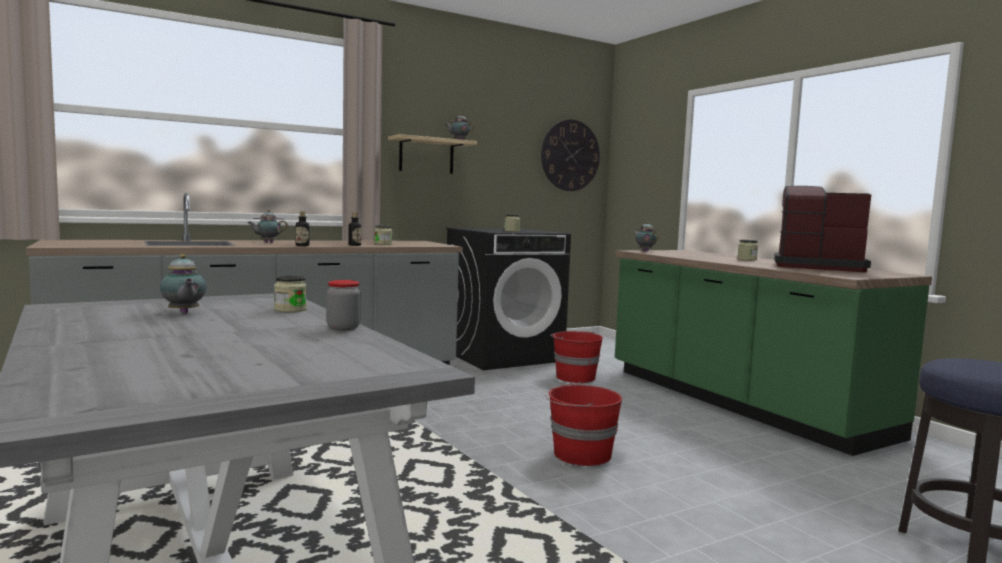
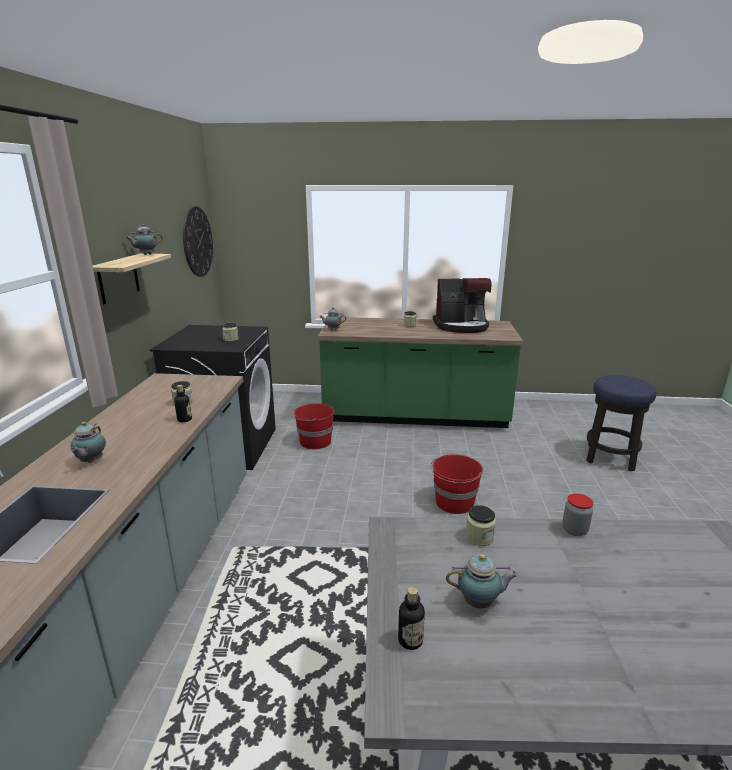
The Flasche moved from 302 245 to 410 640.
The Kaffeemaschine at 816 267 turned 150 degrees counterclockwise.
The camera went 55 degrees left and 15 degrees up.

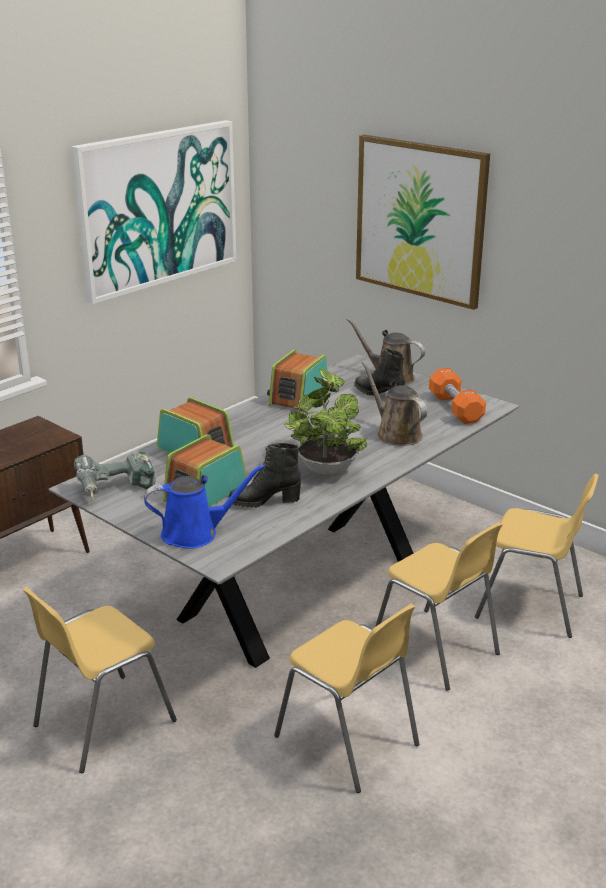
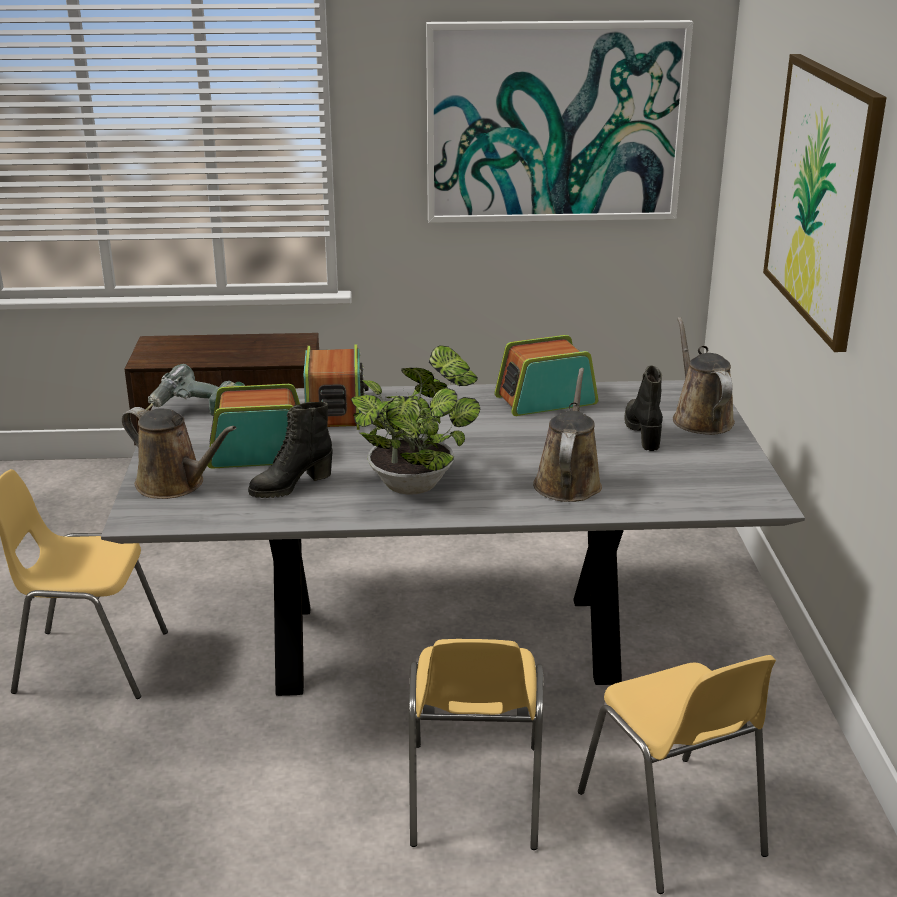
The Gießkanne [blau] at 195 533 became the Gießkanne [braun] at 175 484.
The Stiefel [schwarz] at 264 501 turned 75 degrees counterclockwise.
The Stuhl [gelb] at 348 741 disappeared.
The Hantel [orange] at 455 408 disappeared.
The camera went 45 degrees right and 0 degrees up.

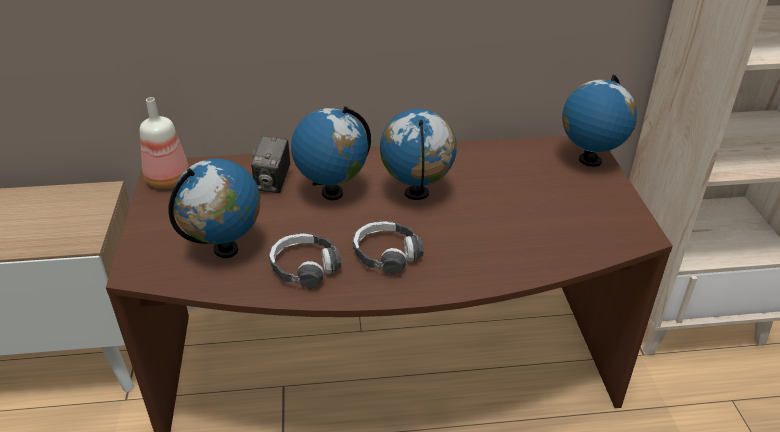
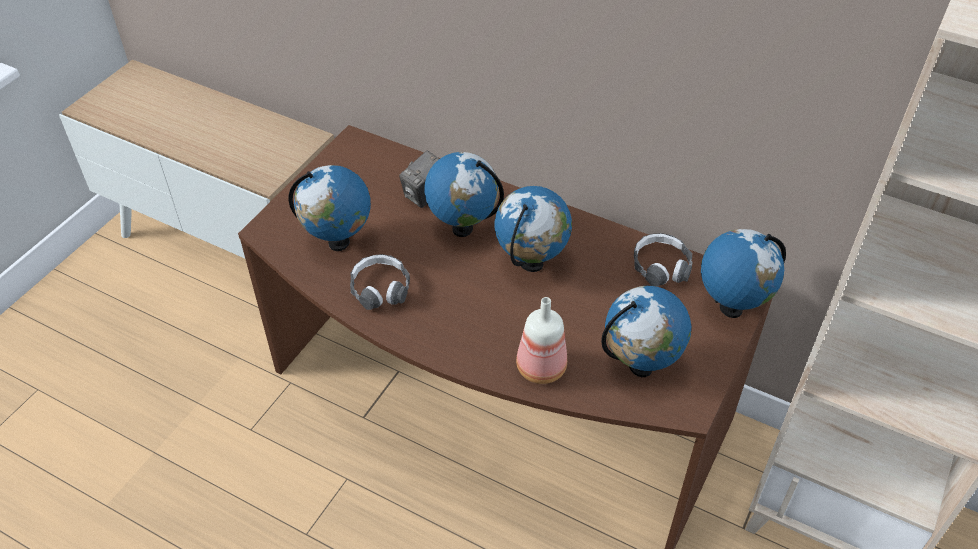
The Flasche moved from 166 180 to 539 368.
The Kopfhörer moved from 386 254 to 661 266.
The Globus at 640 367 appeared.
The camera went 35 degrees right and 10 degrees up.

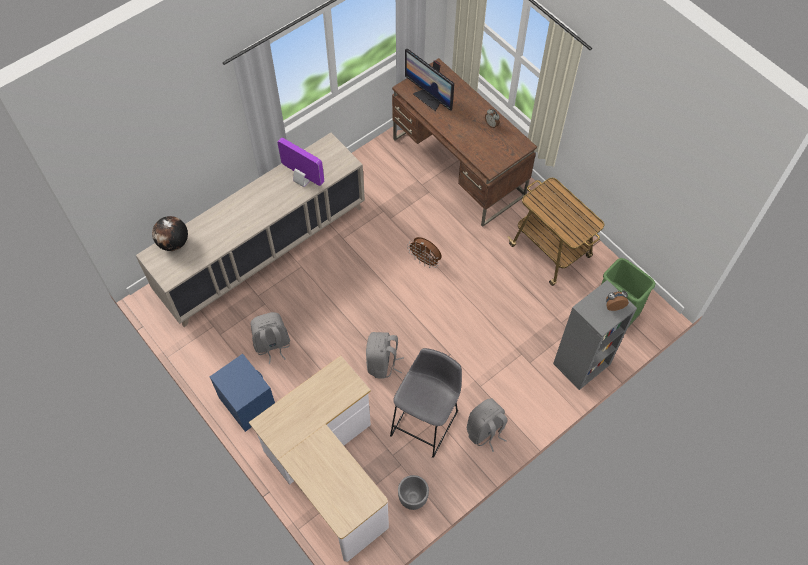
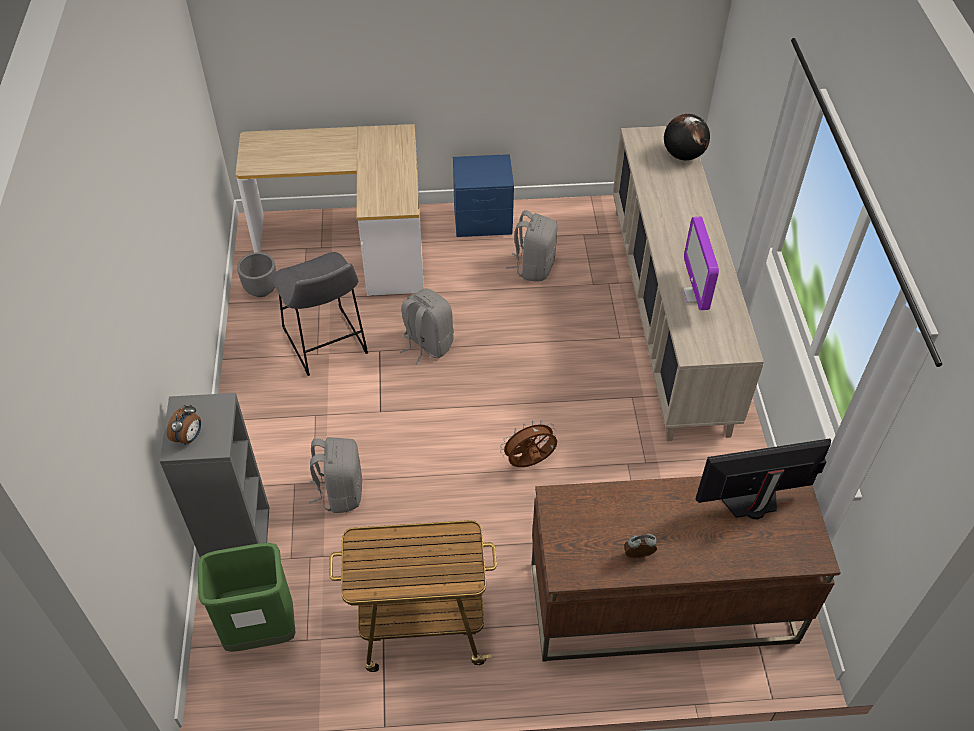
The Monitor at 302 180 turned 105 degrees clockwise.
The Rucksack [grau] moved from 485 431 to 340 492.
The camera went 125 degrees right and 10 degrees down.

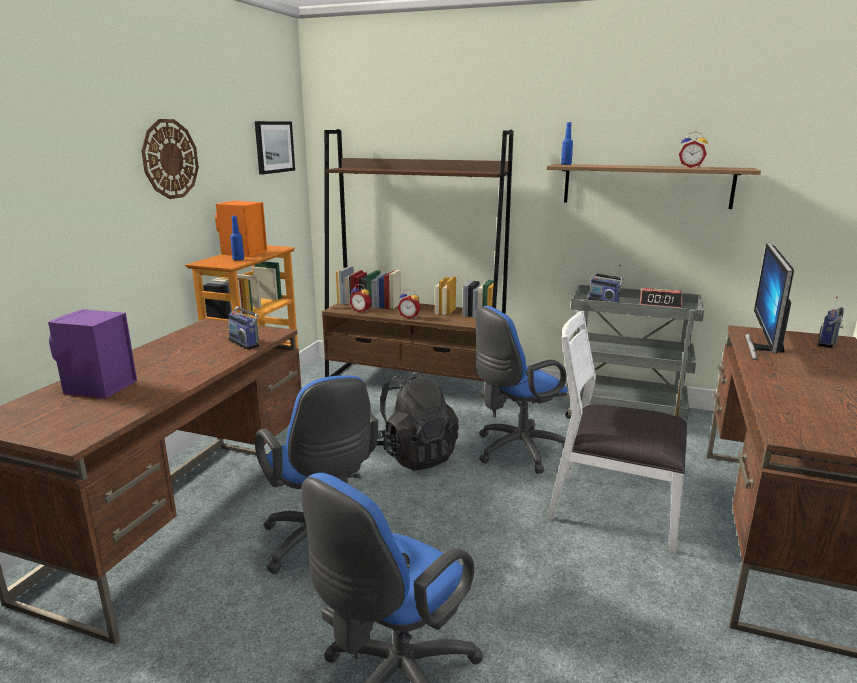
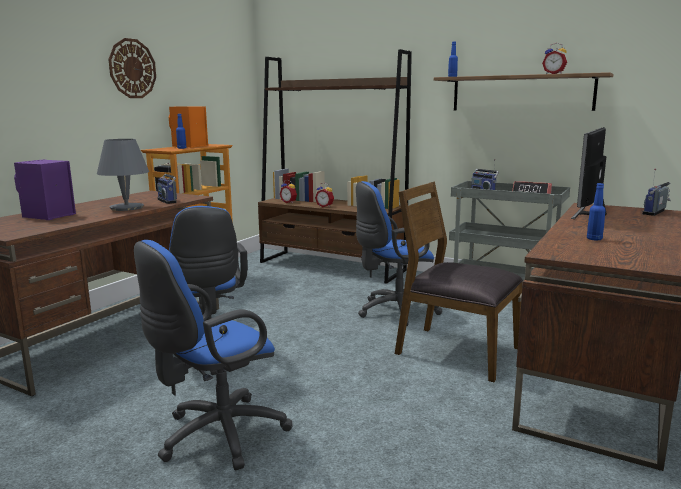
The Bild at 274 147 disappeared.
The Rucksack [schwarz] at 415 455 disappeared.
The Stuhl [weiß] at 613 508 became the Stuhl [braun] at 456 351.
The Tischlampe [grau] at 127 207 appeared.
The Flasche [blau] at 594 239 appeared.
The camera went 10 degrees right and 5 degrees down.

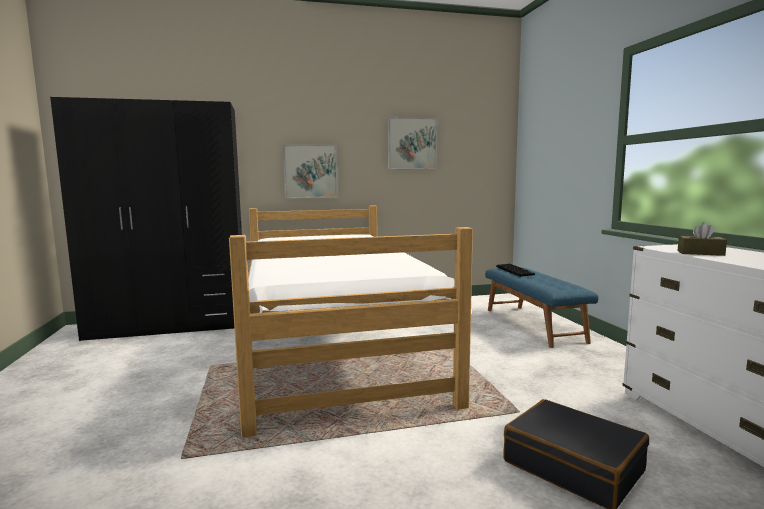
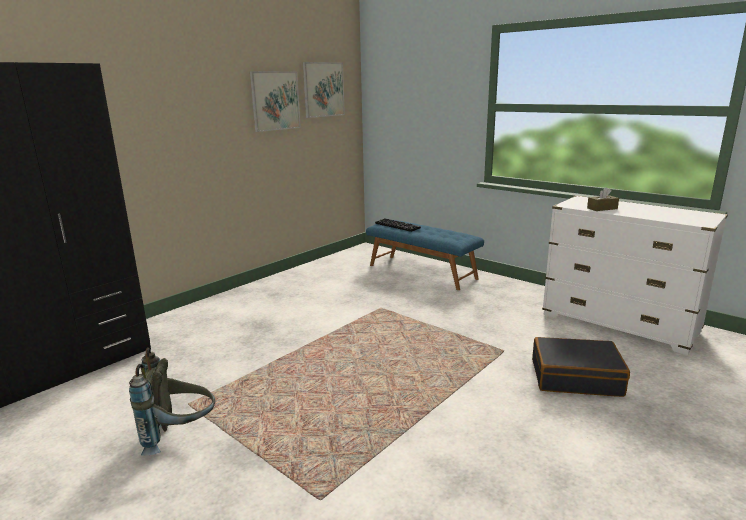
The Bett at 333 347 disappeared.
The Bild moved from 310 171 to 323 89.
The Rucksack [grau] at 180 436 appeared.
The camera went 35 degrees left and 10 degrees up.

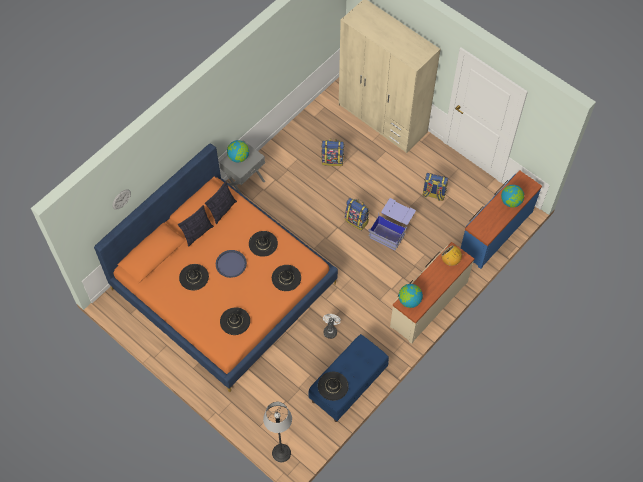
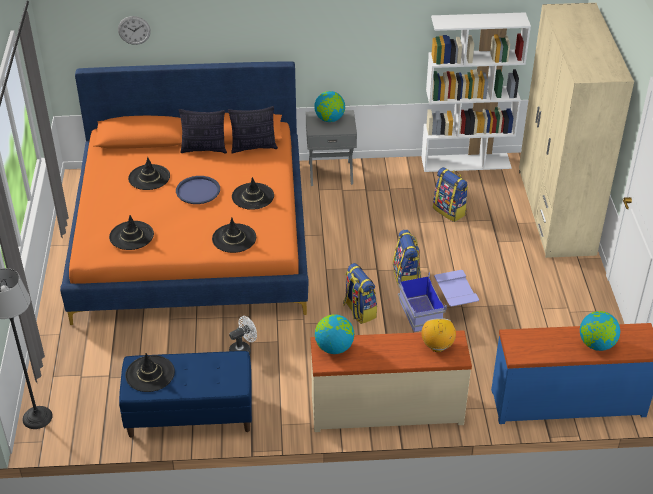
The Rucksack moved from 433 194 to 359 311.
The Bücherregal [weiß] at 466 162 appeared.
The camera went 45 degrees right and 20 degrees down.

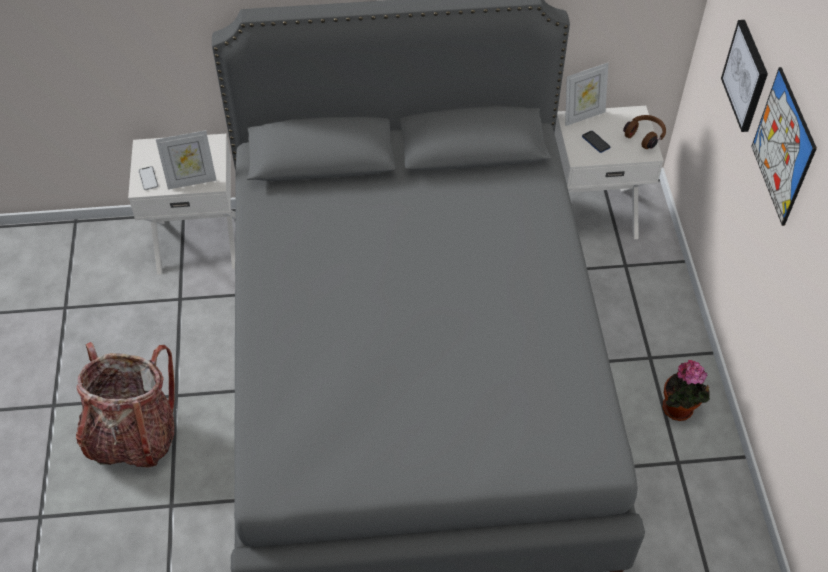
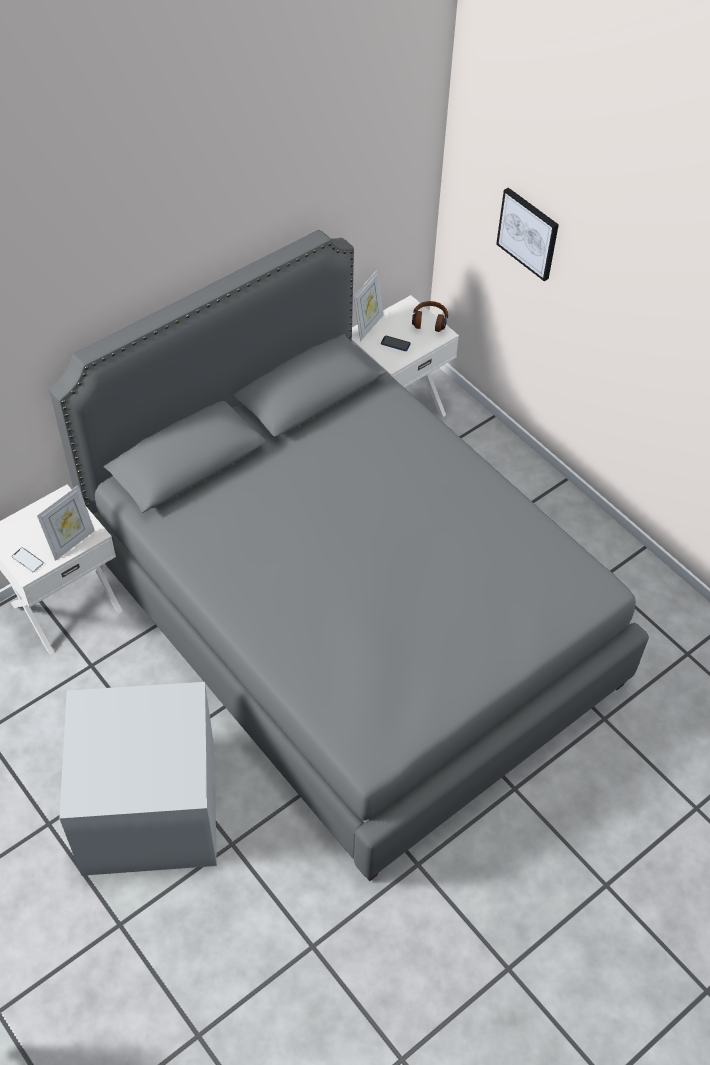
The Rucksack at 133 435 was replaced by the Aufbewahrungsbox [grau] at 147 806.
The Topfpflanze at 679 410 disappeared.
The Bild at 783 147 disappeared.
The camera went 35 degrees left and 0 degrees up.

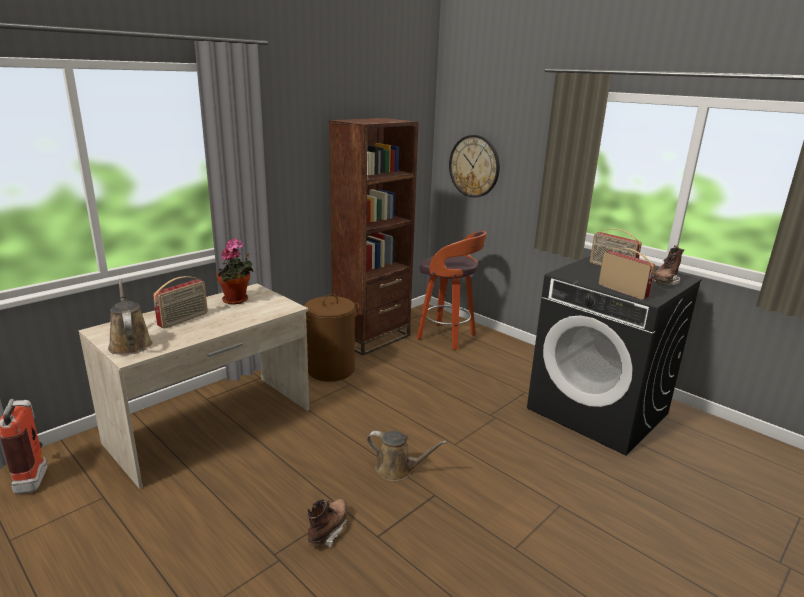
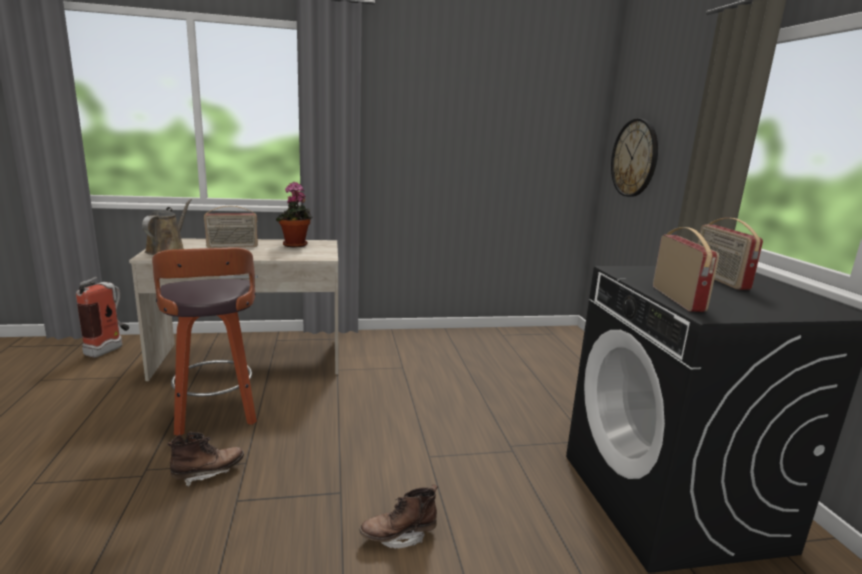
The Wäschekorb [braun] at 330 370 disappeared.
The Bücherregal [braun] at 372 338 disappeared.
The Gießkanne [braun] at 397 470 disappeared.
The Hocker moved from 448 337 to 216 414.
The Stiefel [braun] moved from 664 282 to 399 536.
The camera went 35 degrees right and 5 degrees down.

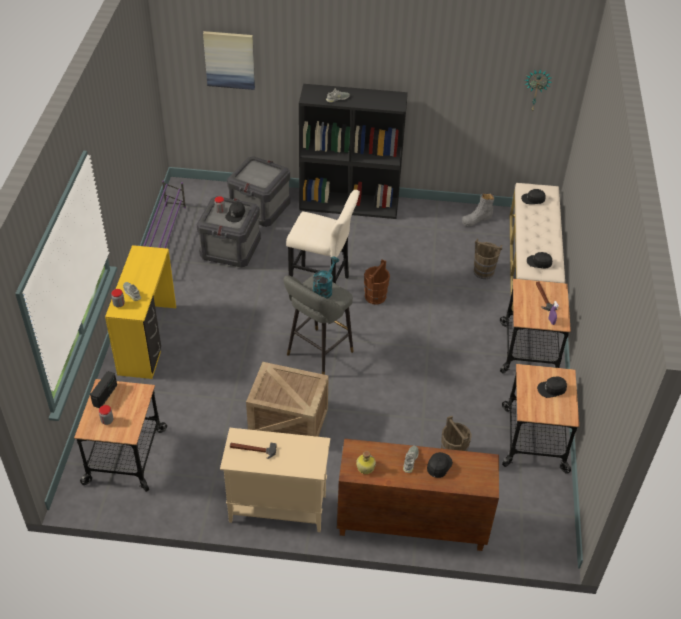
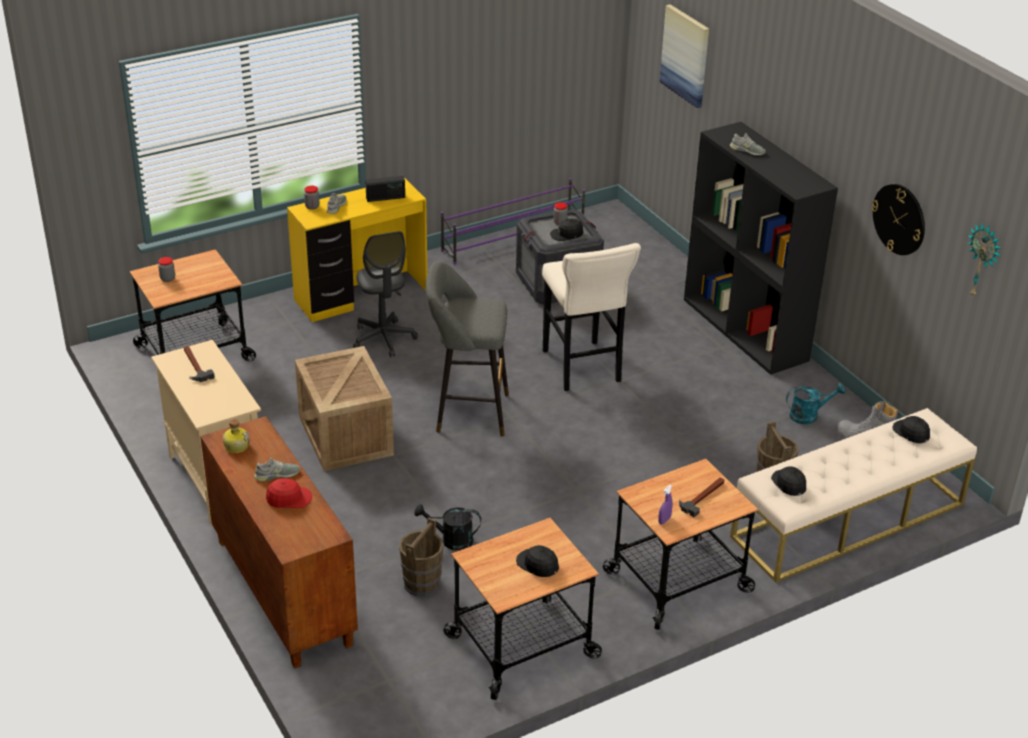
The Radio moved from 105 395 to 385 198.
The Kiste at 260 208 disappeared.
The Gießkanne [türkis] moved from 324 289 to 808 415.
The Eimer [braun] at 375 296 disappeared.
The Kappe [schwarz] at 438 465 became the Kappe [rot] at 289 498.
The Bürostuhl [grau] at 383 339 appeared.
The Gießkanne [schwarz] at 451 540 appeared.
The Wanduhr at 899 219 appeared.
The camera went 55 degrees right and 10 degrees down.

